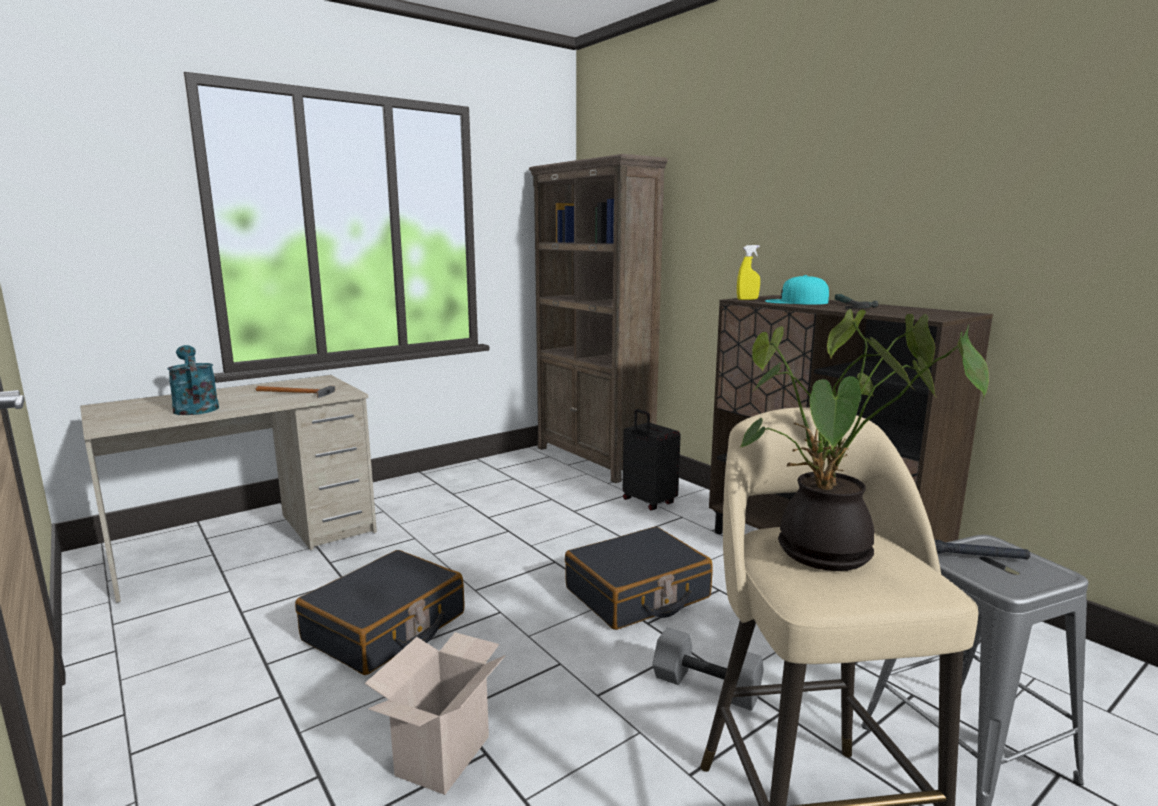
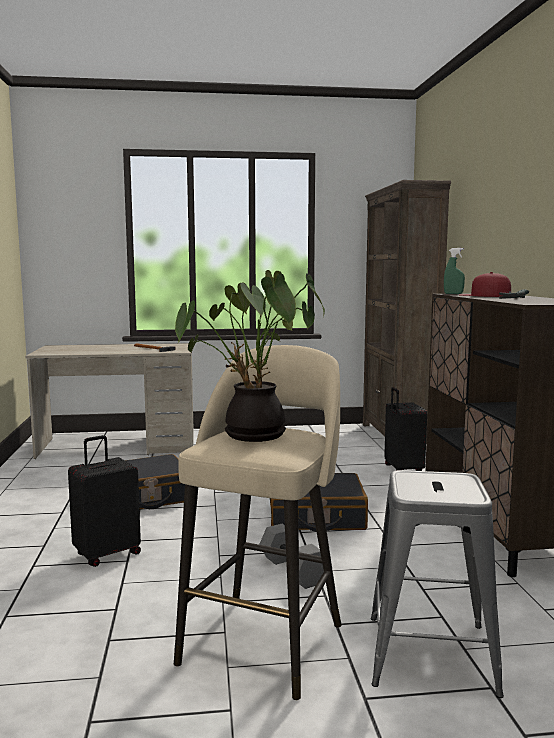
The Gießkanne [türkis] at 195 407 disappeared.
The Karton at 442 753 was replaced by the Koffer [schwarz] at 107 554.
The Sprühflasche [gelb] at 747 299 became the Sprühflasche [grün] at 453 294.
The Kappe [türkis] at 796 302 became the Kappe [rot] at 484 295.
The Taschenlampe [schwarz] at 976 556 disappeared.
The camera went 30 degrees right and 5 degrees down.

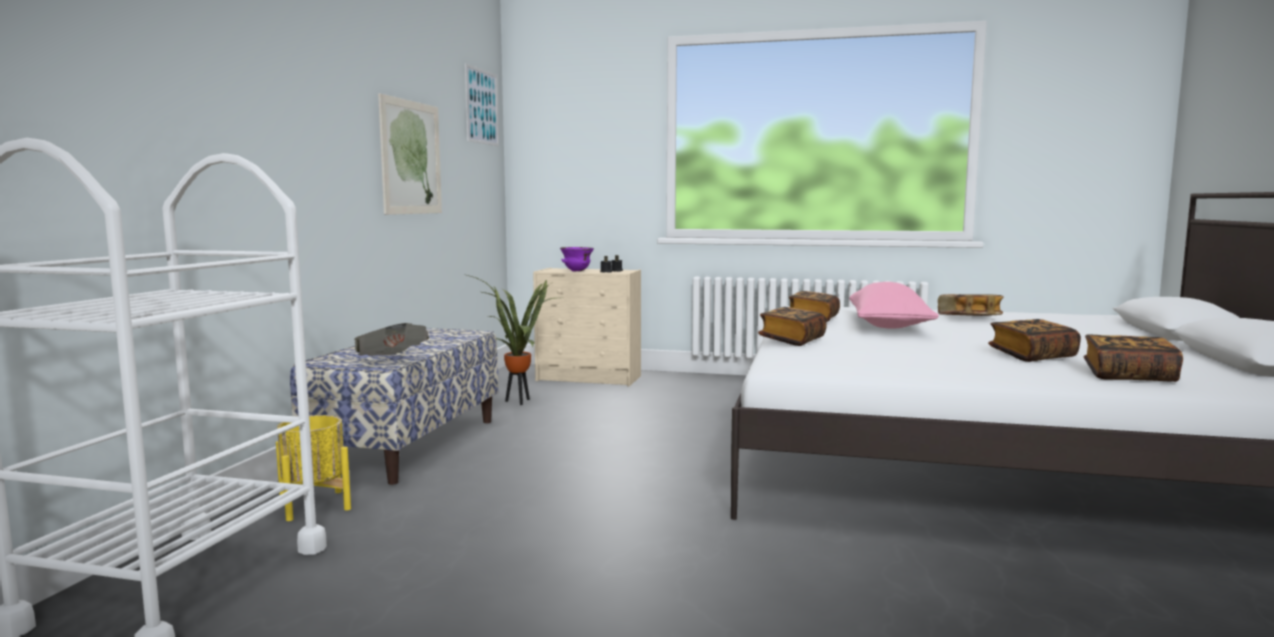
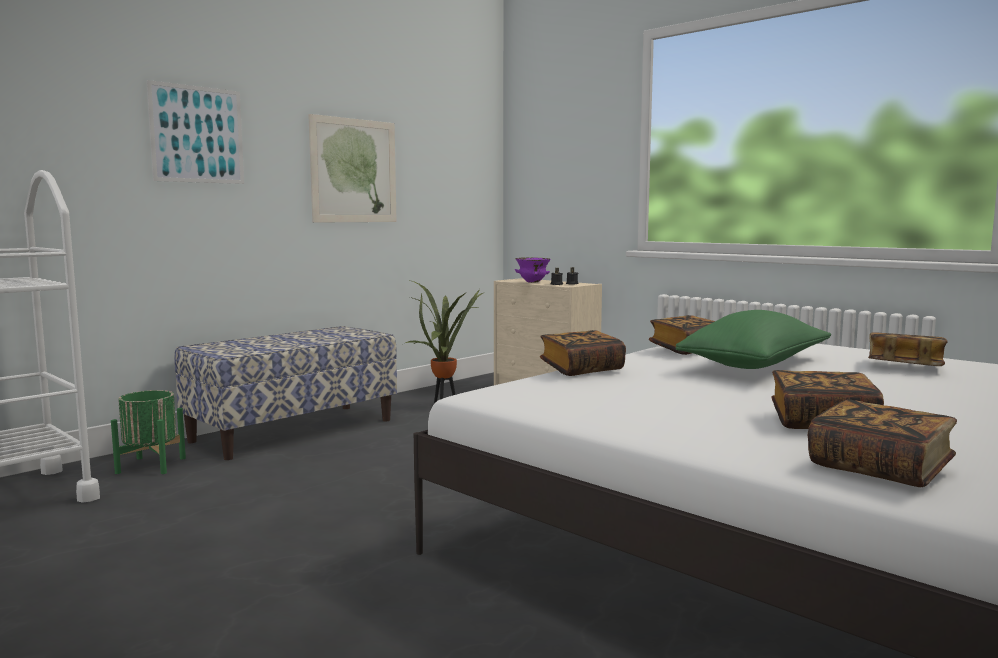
The Pflanzkübel [gelb] at 315 505 became the Pflanzkübel [grün] at 151 465.
The Zeitung at 392 361 disappeared.
The Bild moved from 482 106 to 197 134.
The Kissen [rosa] at 888 326 became the Kissen [grün] at 755 366.
The camera went 30 degrees right and 0 degrees up.

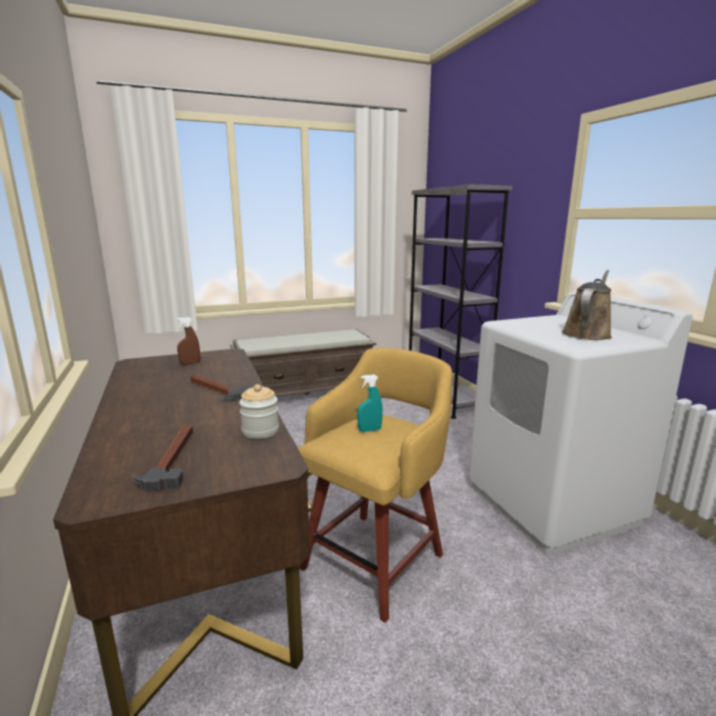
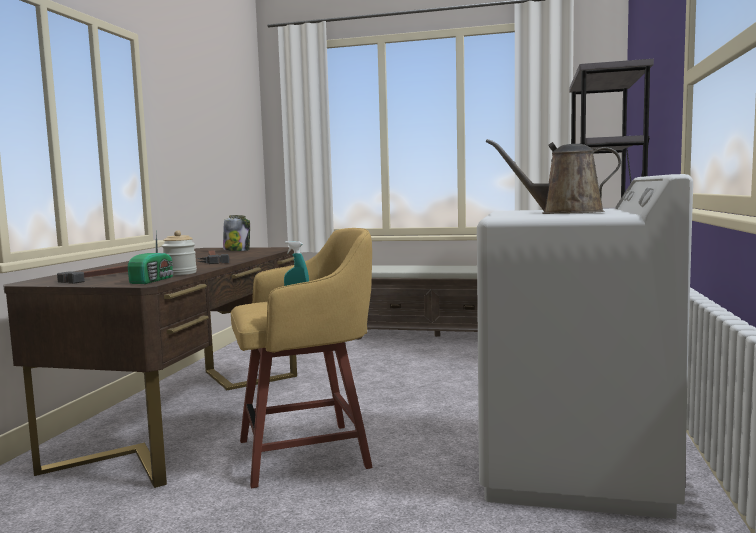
The Sprühflasche [braun] at 190 363 was replaced by the Vorratsglas at 237 250.
The Gießkanne [braun] at 587 333 turned 150 degrees counterclockwise.
The Radio at 154 280 appeared.
The camera went 35 degrees right and 10 degrees down.

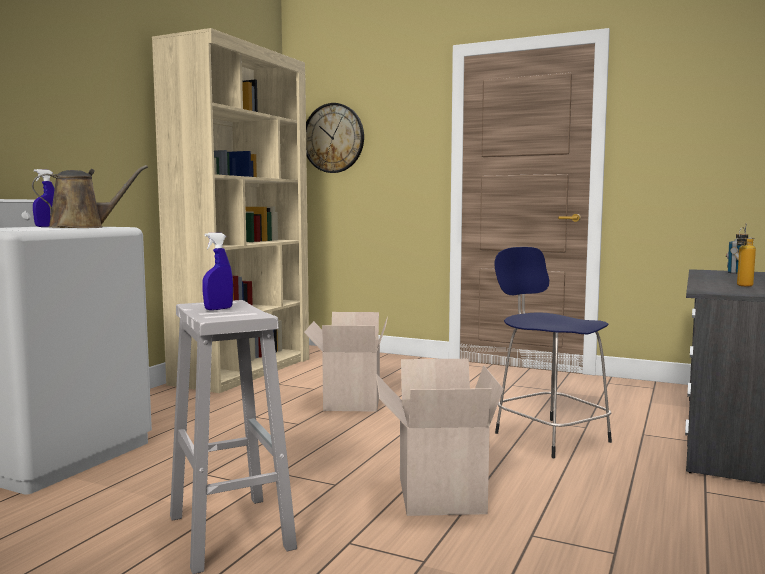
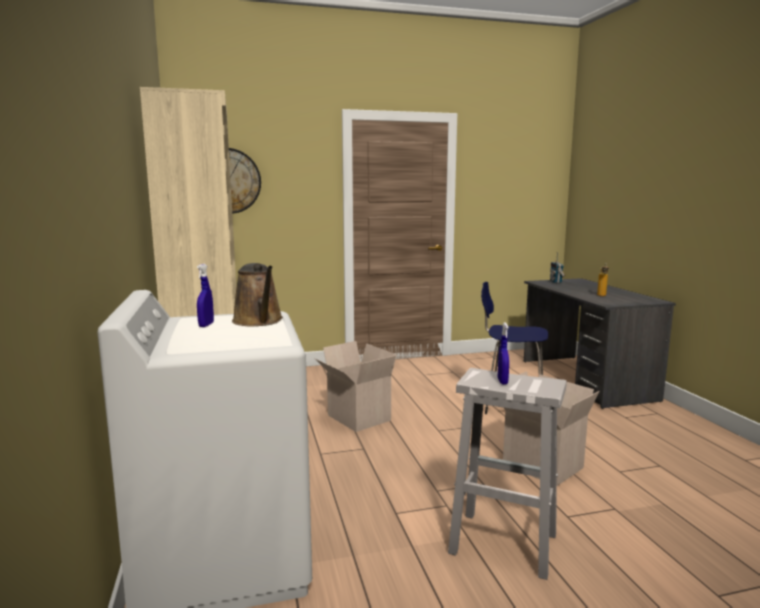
The Gießkanne [braun] at 83 227 turned 135 degrees clockwise.
The camera went 40 degrees left and 5 degrees up.

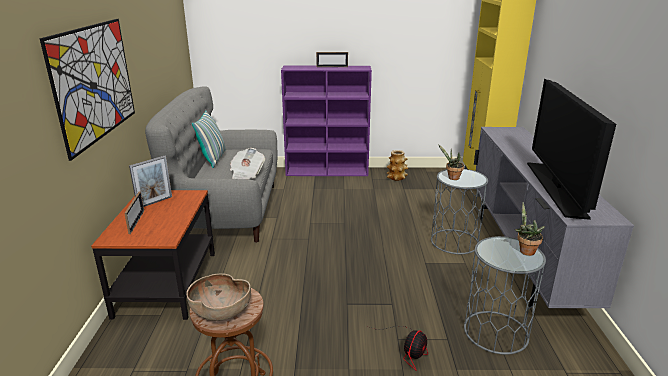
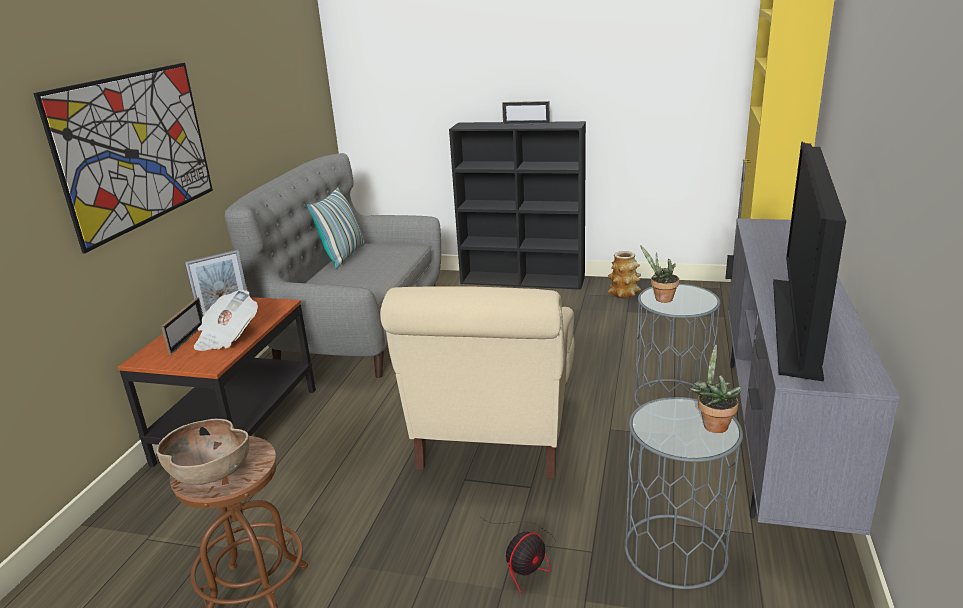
The Zeitung moved from 246 174 to 227 337.
The Bücherregal [lila] at 328 171 became the Bücherregal [schwarz] at 523 280.
The Sessel [beige] at 493 437 appeared.
The camera went 15 degrees right and 0 degrees up.

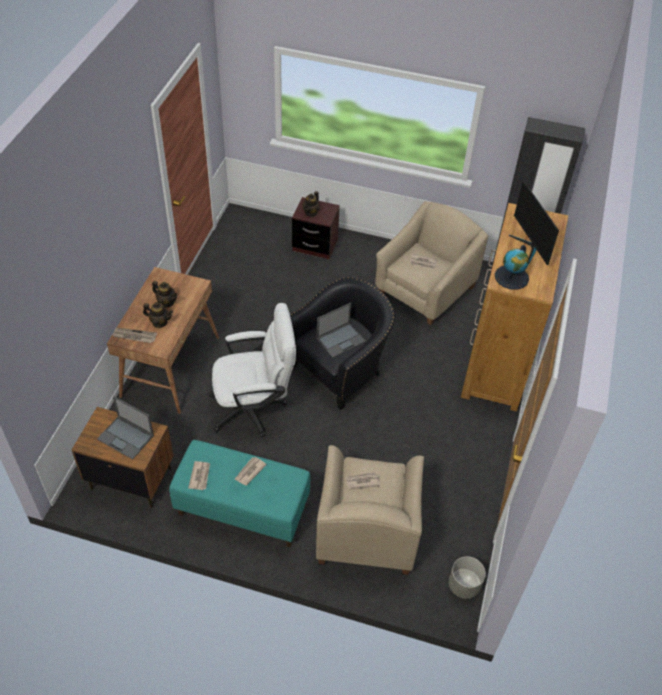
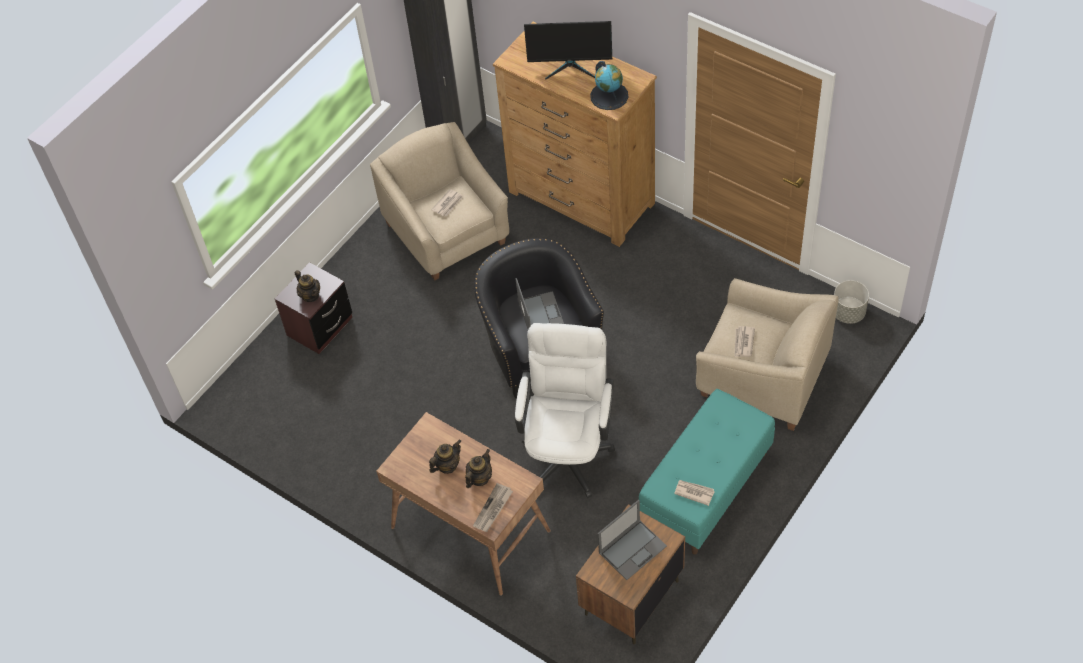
The Zeitung at 249 472 disappeared.
The camera went 65 degrees left and 5 degrees up.

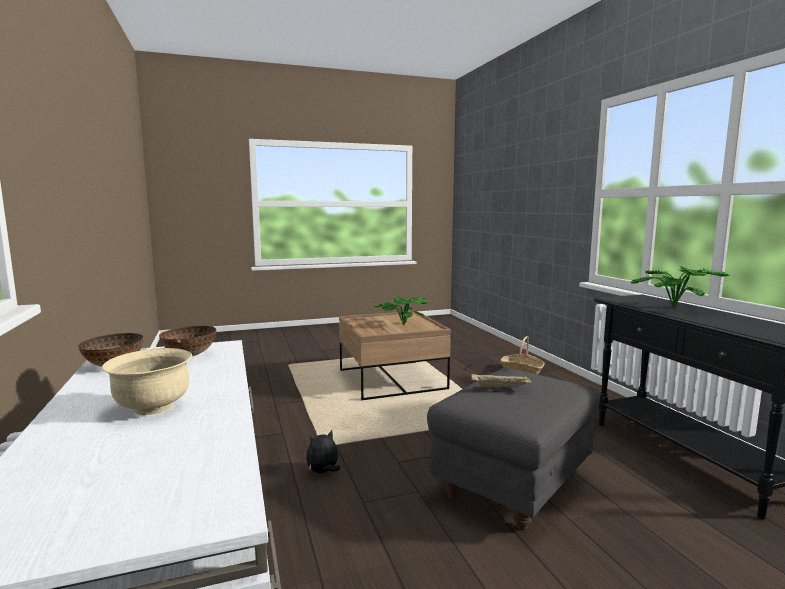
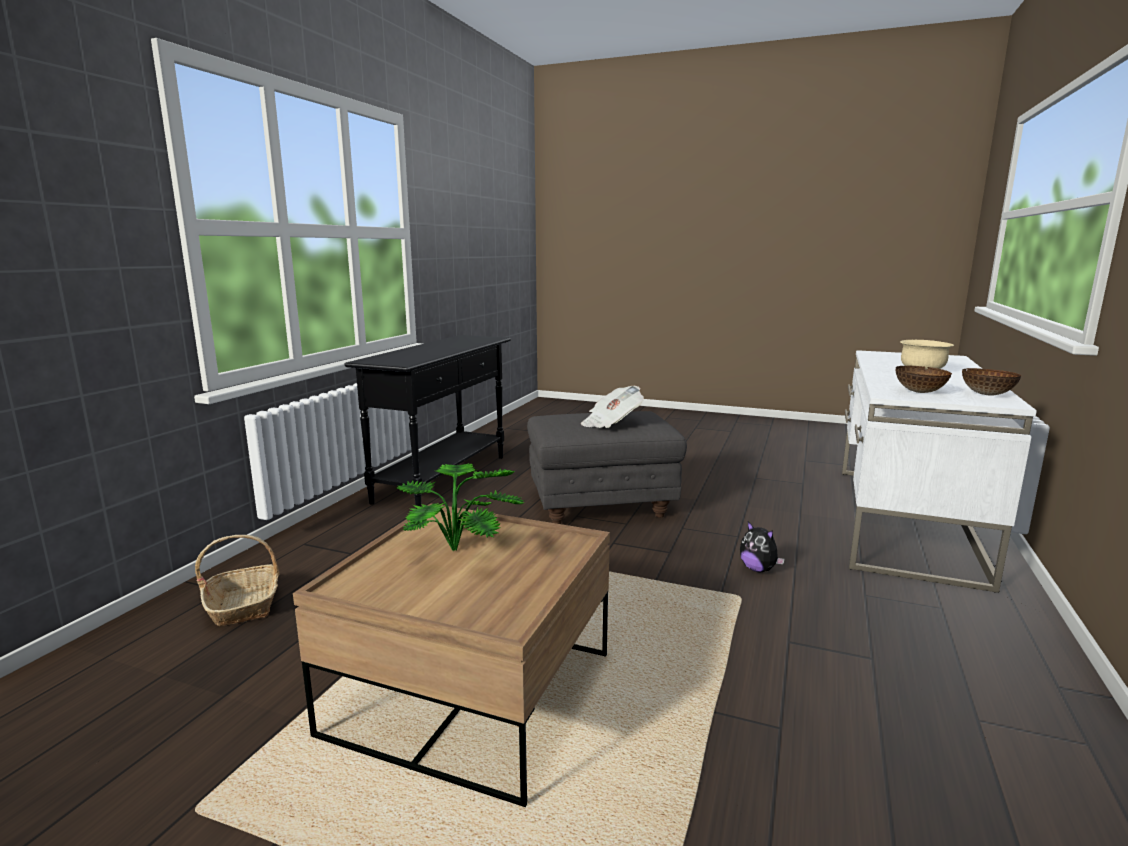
The Plüschtier at 323 472 turned 45 degrees clockwise.
The Tablett [beige] at 501 389 was replaced by the Zeitung at 611 423.
The Topfpflanze at 674 308 disappeared.
The camera went 140 degrees left and 5 degrees up.

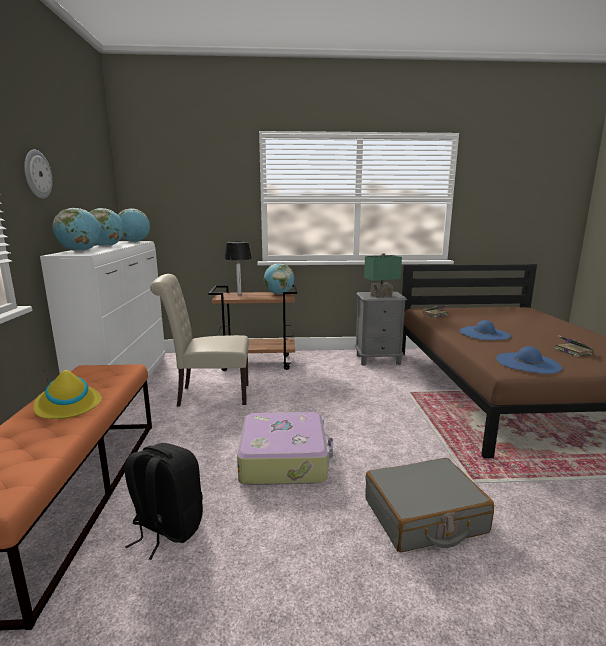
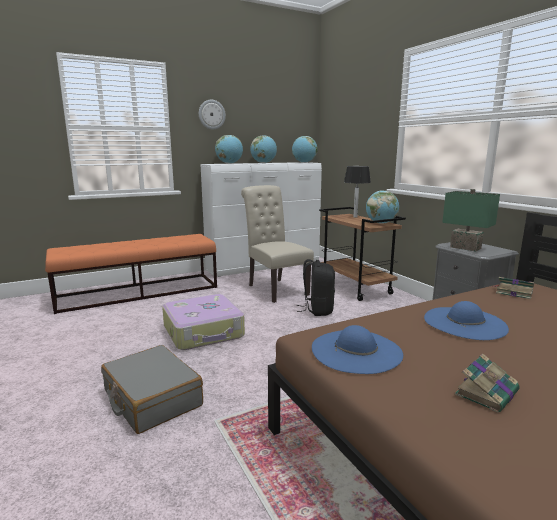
The Hut [gelb] at 68 406 disappeared.
The Rucksack [schwarz] moved from 166 529 to 317 310.
The camera went 65 degrees right and 0 degrees up.

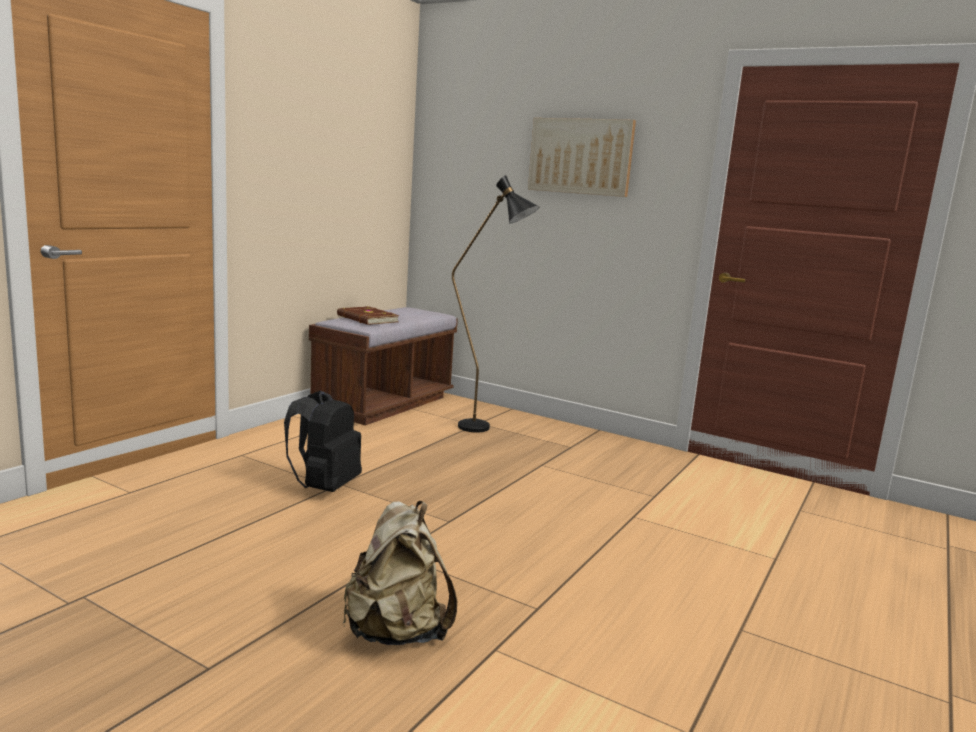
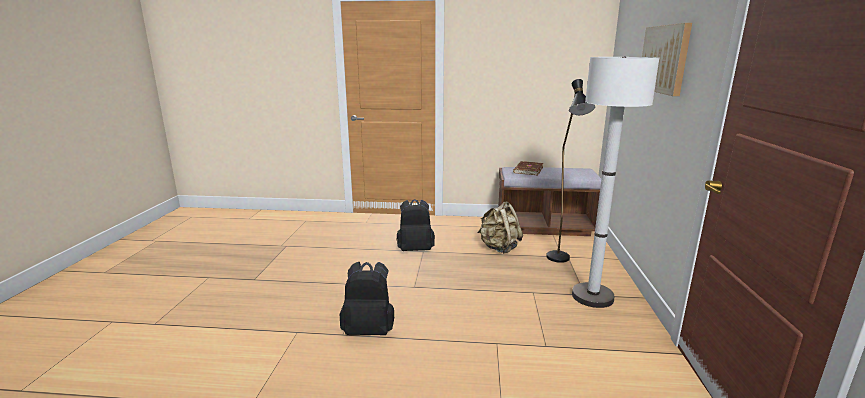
The Rucksack [beige] moved from 396 632 to 499 248.
The Rucksack [schwarz] at 369 330 appeared.
The Stehlampe [weiß] at 592 296 appeared.
The camera went 65 degrees right and 5 degrees up.

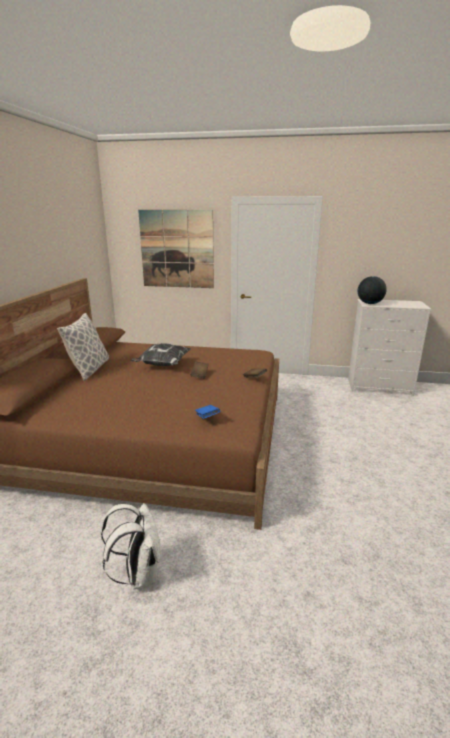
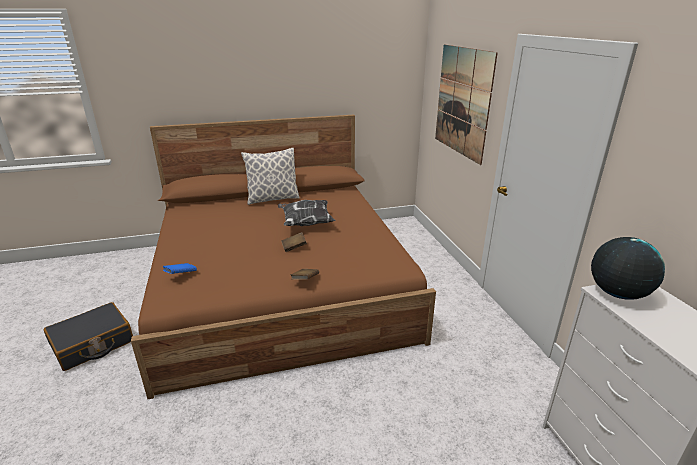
The Rucksack [weiß] at 138 574 was replaced by the Koffer [schwarz] at 93 344.
The camera went 65 degrees right and 5 degrees up.

